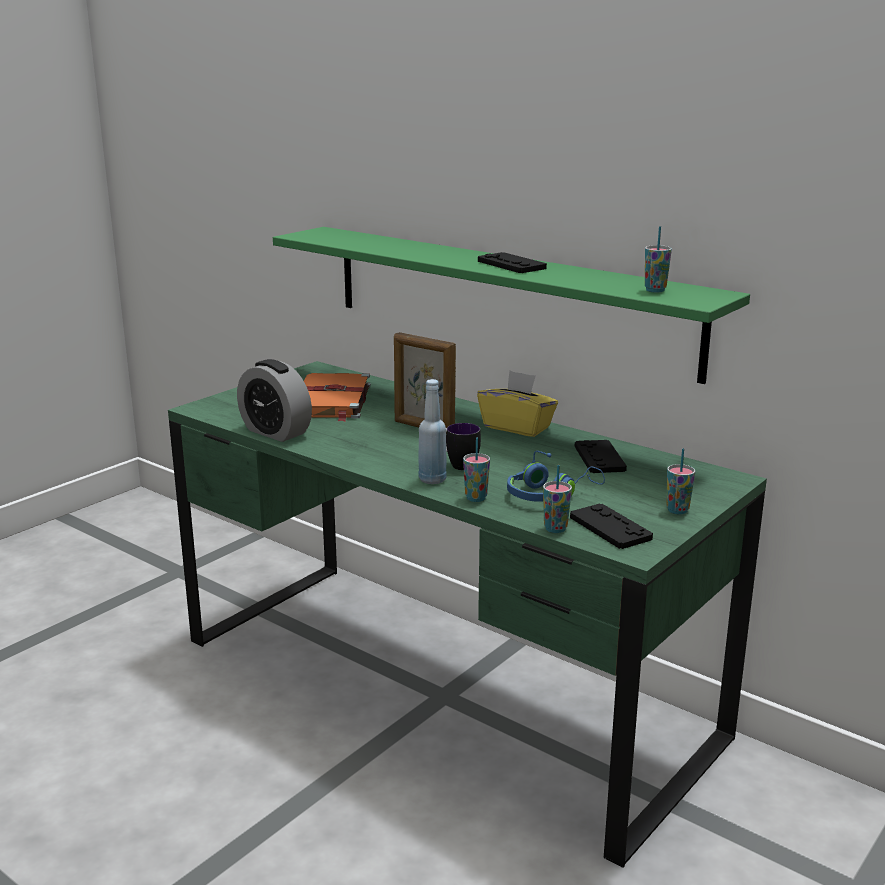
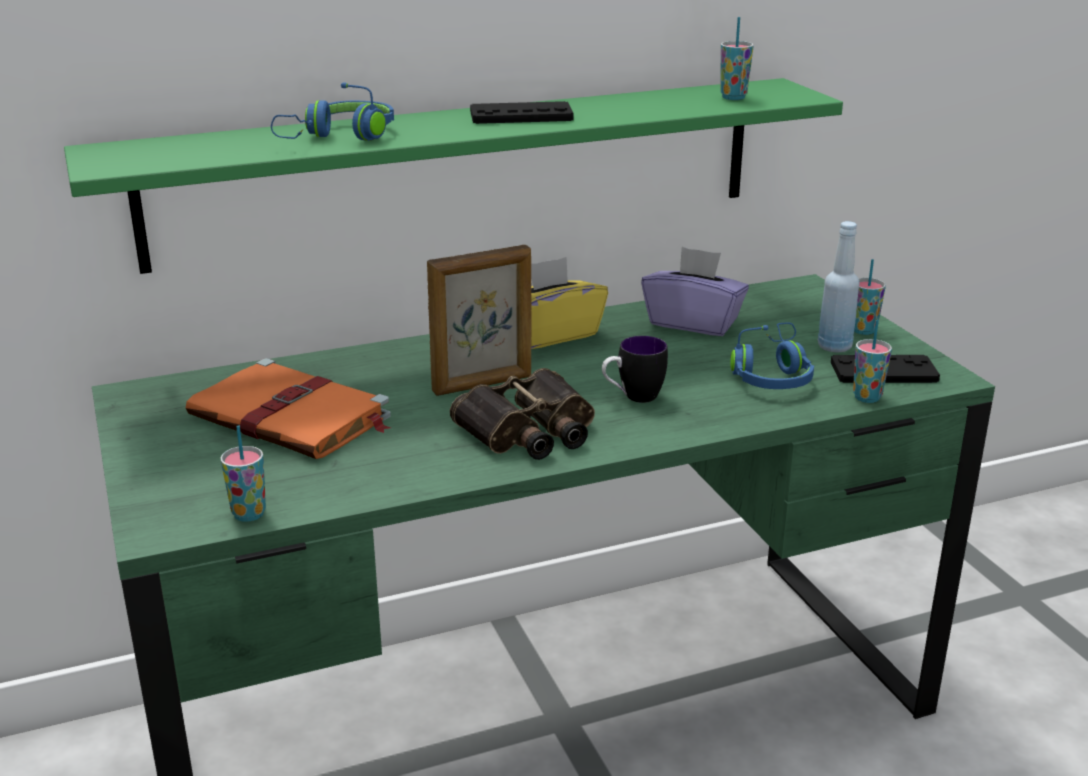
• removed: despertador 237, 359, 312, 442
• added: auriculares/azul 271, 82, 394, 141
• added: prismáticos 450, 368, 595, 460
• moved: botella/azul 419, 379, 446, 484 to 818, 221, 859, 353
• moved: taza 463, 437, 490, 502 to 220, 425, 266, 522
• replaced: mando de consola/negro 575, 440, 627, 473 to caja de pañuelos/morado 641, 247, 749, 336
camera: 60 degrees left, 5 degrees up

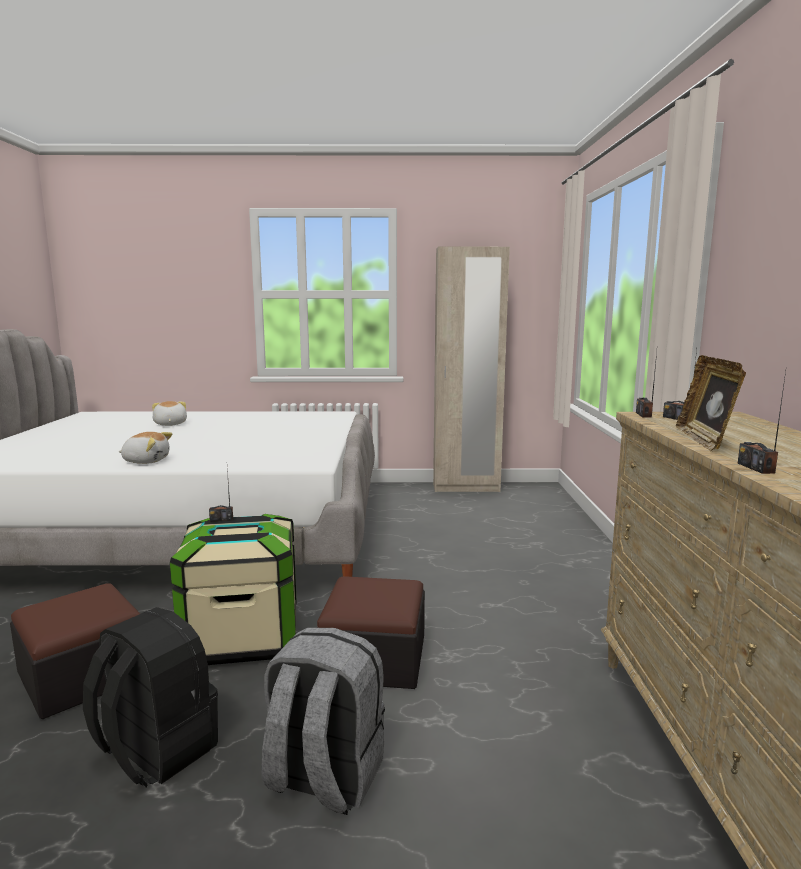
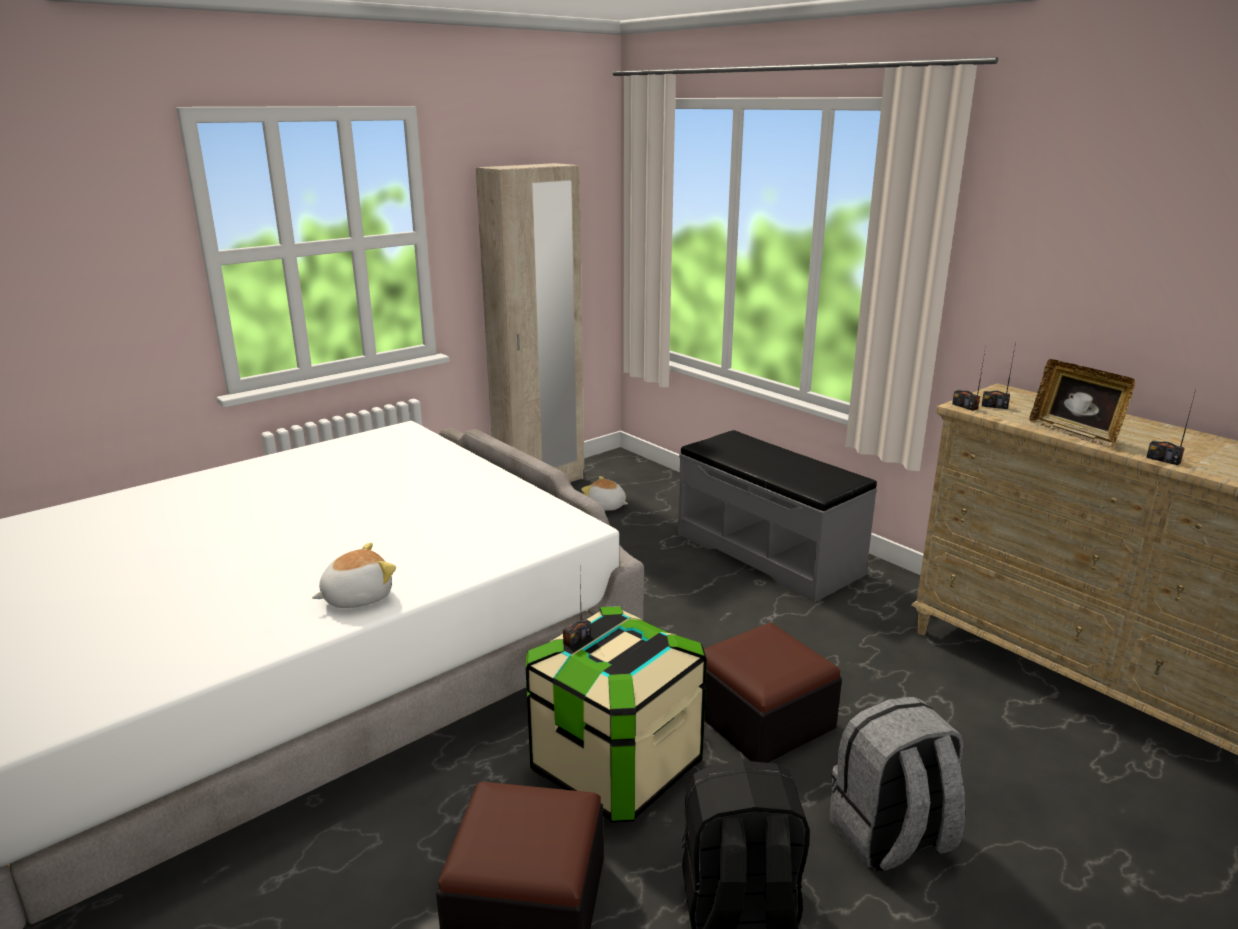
• added: banco/gris 678, 430, 877, 603
• moved: peluche 152, 401, 187, 426 to 581, 476, 628, 511
camera: 40 degrees left, 10 degrees up

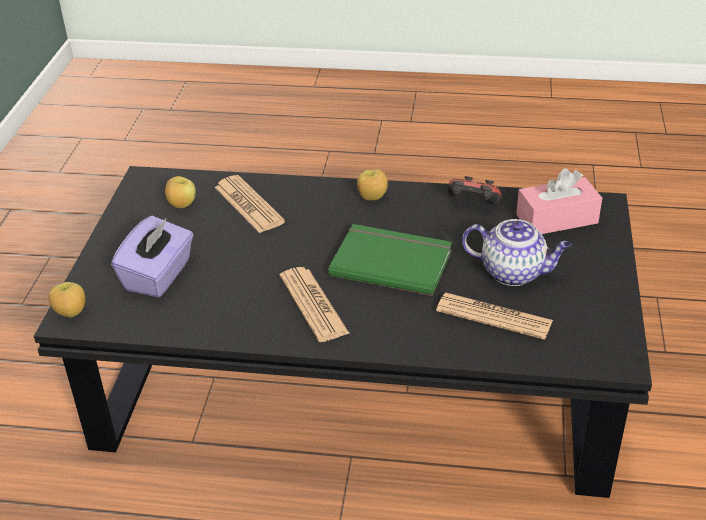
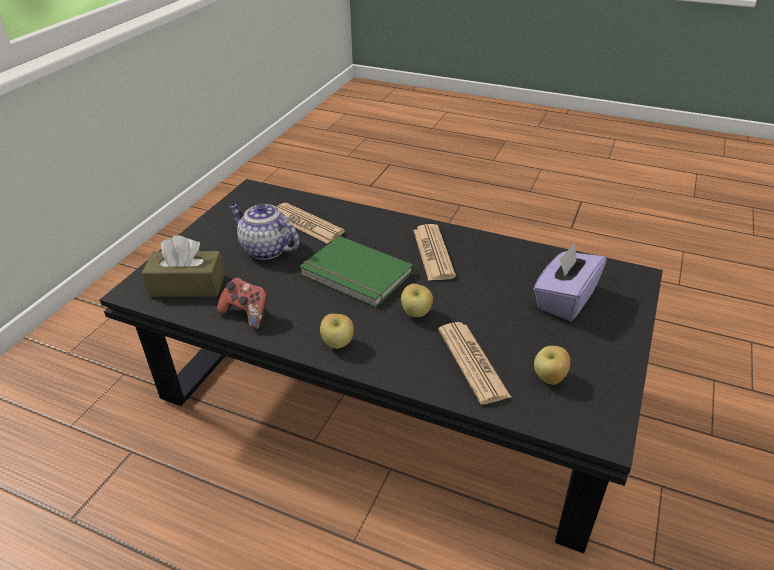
• moved: manzana 48, 282, 85, 317 to 401, 284, 433, 317
• recoloured: caja de pañuelos/rosa 516, 168, 602, 234 to caja de pañuelos/marrón 142, 235, 225, 297
camera: 165 degrees left, 0 degrees up

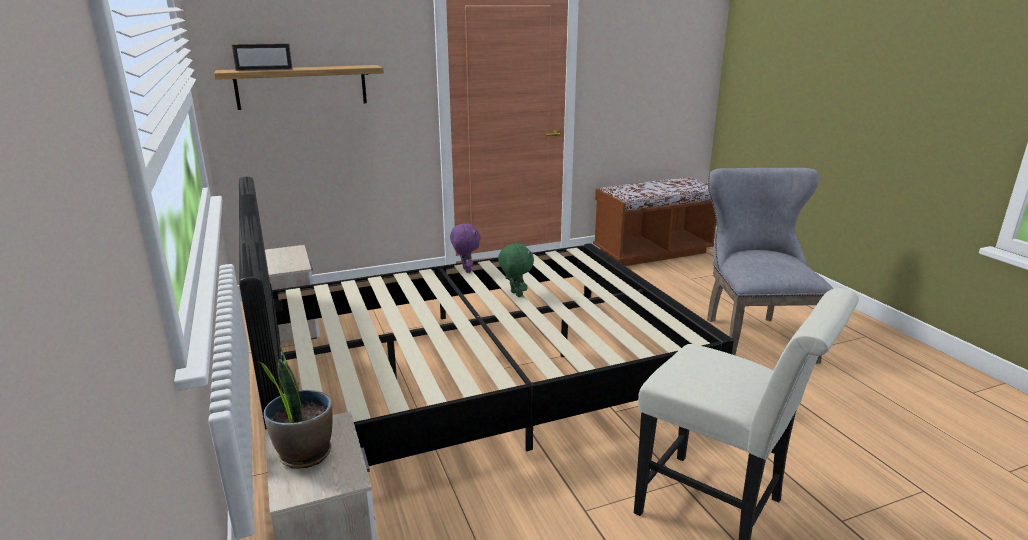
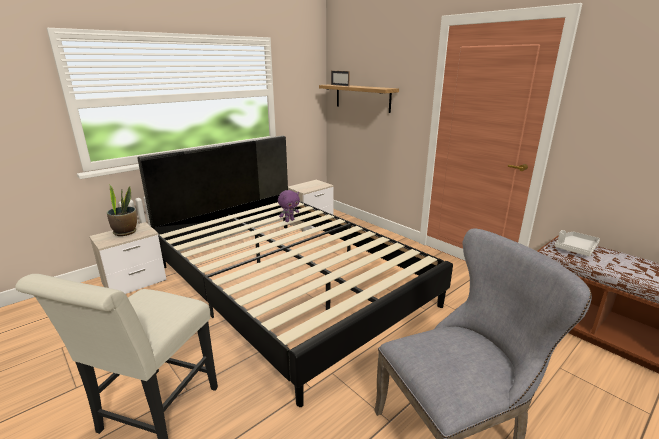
• removed: peluche/verde 498, 242, 534, 297
• added: bandeja/gris 555, 230, 600, 256
• moved: peluche/morado 450, 222, 481, 273 to 278, 190, 300, 222
camera: 70 degrees right, 0 degrees up

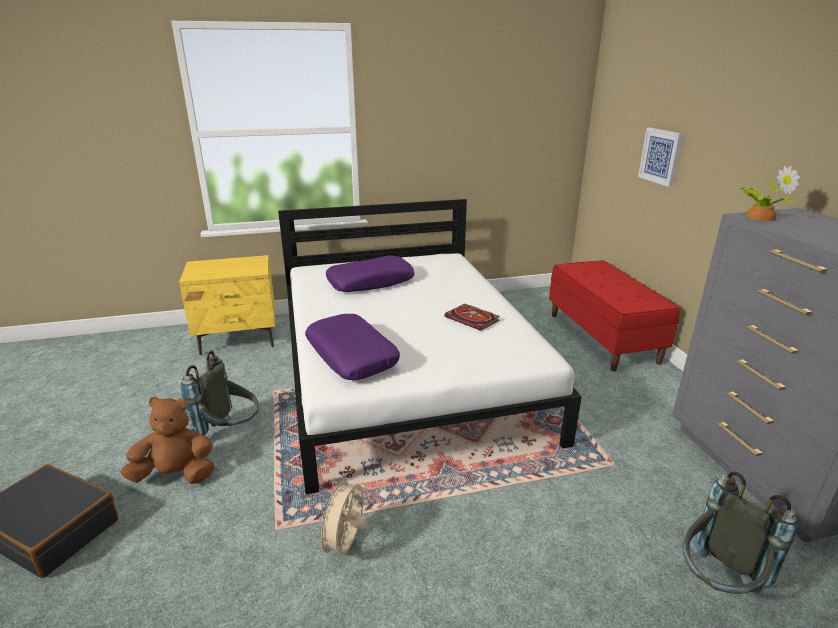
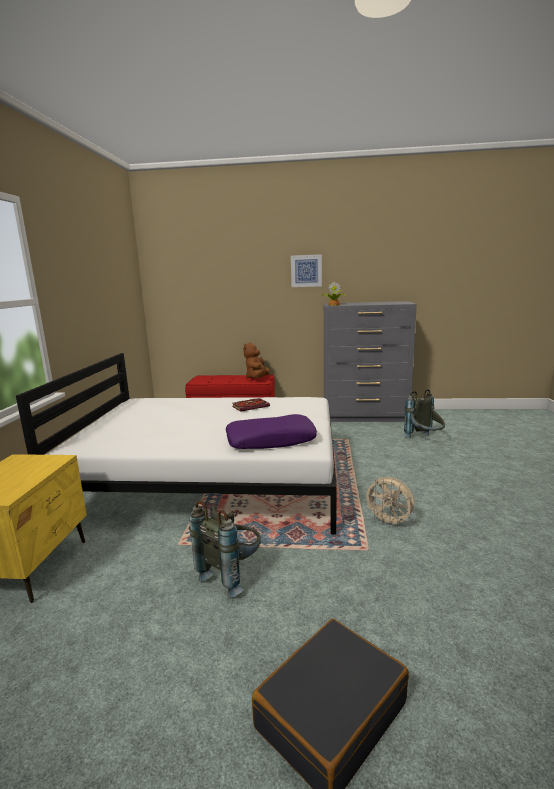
• removed: cojín/morado 326, 255, 414, 292
• moved: peluche/marrón 121, 397, 214, 484 to 243, 342, 270, 379
• moved: cuadro 638, 128, 683, 187 to 291, 254, 322, 287
camera: 70 degrees left, 10 degrees down

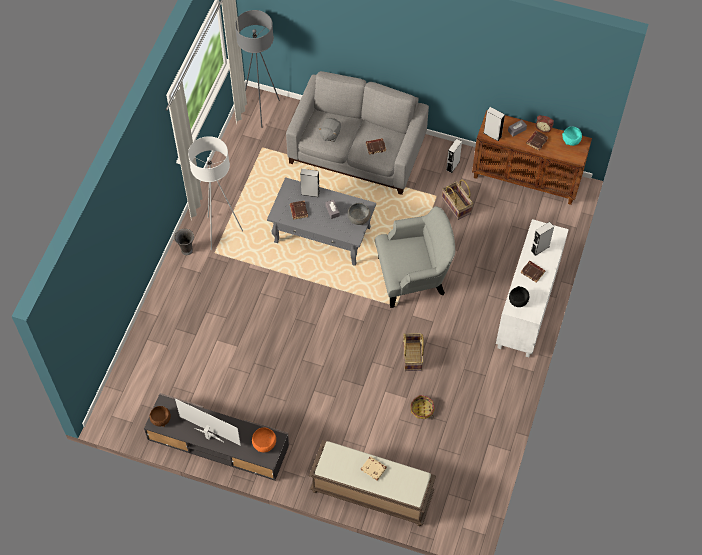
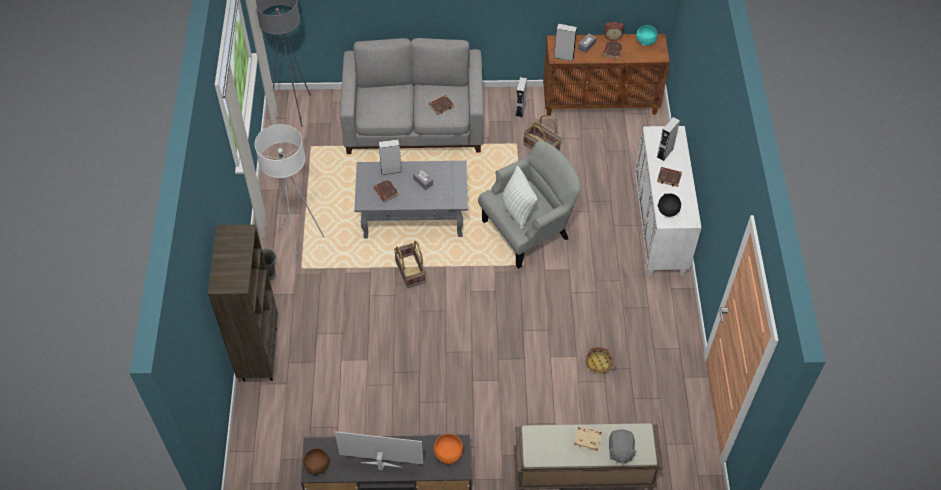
• removed: cuenco/gris 348, 203, 371, 225
• added: estantería/marrón 208, 224, 278, 381
• added: cojín 502, 166, 538, 230
• moved: peluche/gris 318, 118, 341, 142 to 609, 429, 637, 464
• moved: cesta 403, 333, 424, 371 to 394, 241, 425, 288
camera: 20 degrees left, 5 degrees down

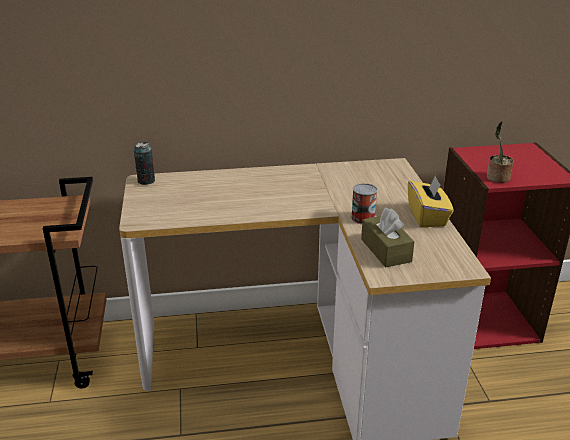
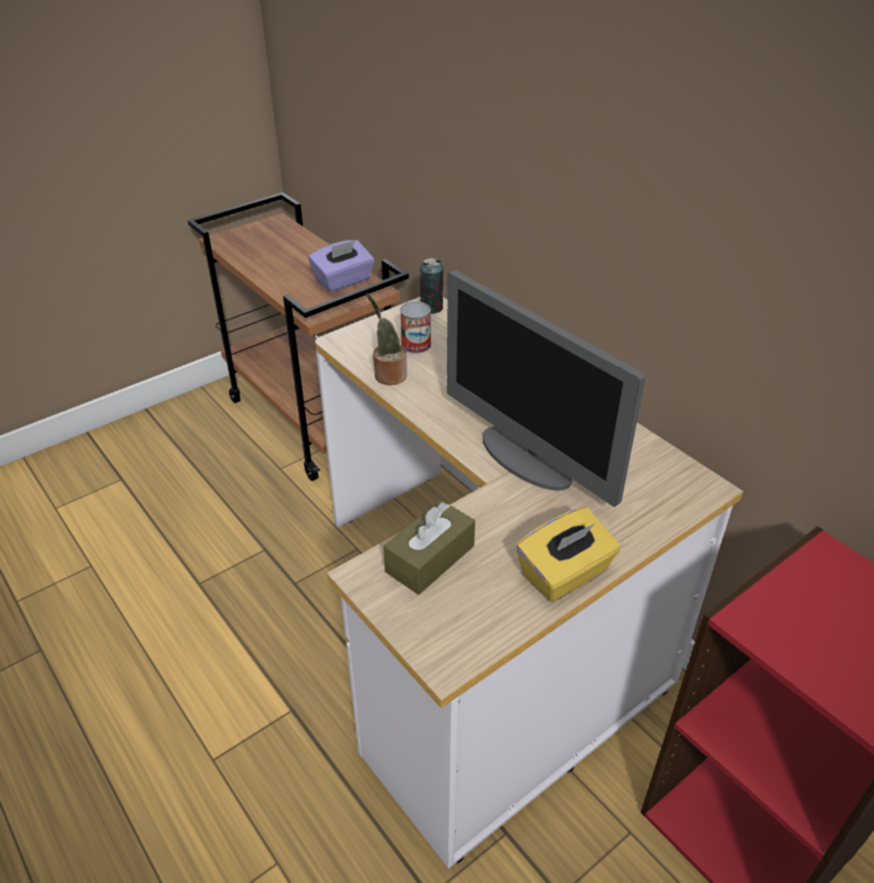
• added: caja de pañuelos/morado 308, 240, 375, 292
• added: monitor 446, 270, 646, 507
• moved: lata 351, 183, 378, 224 to 400, 301, 431, 354
• moved: planta en maceta 487, 121, 514, 183 to 366, 293, 407, 385
camera: 60 degrees right, 10 degrees up

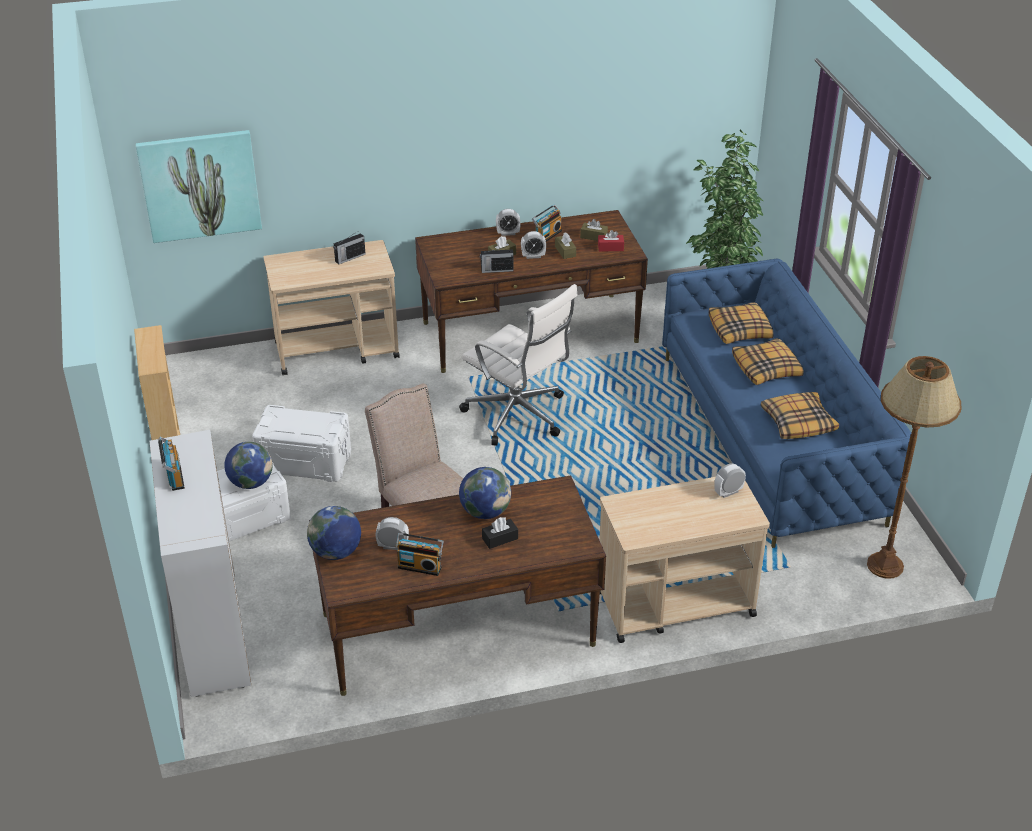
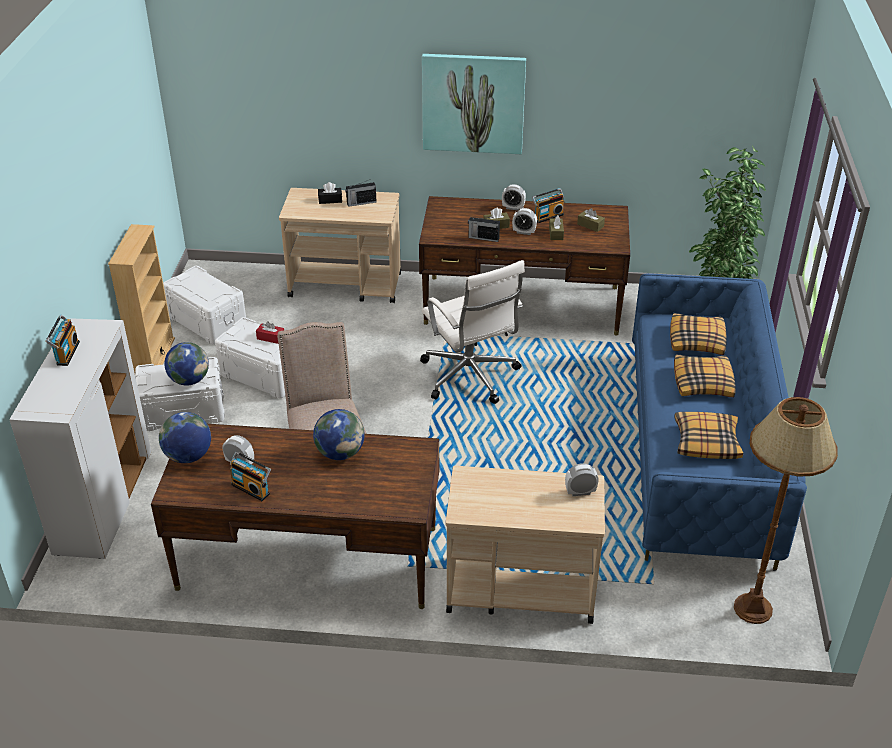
• added: caja de almacenaje/blanco 163, 266, 246, 345
• moved: cuadro 136, 130, 262, 243 to 422, 54, 526, 154
• moved: caja de pañuelos/negro 482, 517, 518, 549 to 318, 182, 342, 204
• moved: caja de pañuelos/rojo 598, 230, 624, 252 to 256, 321, 284, 344
camera: 20 degrees right, 0 degrees up

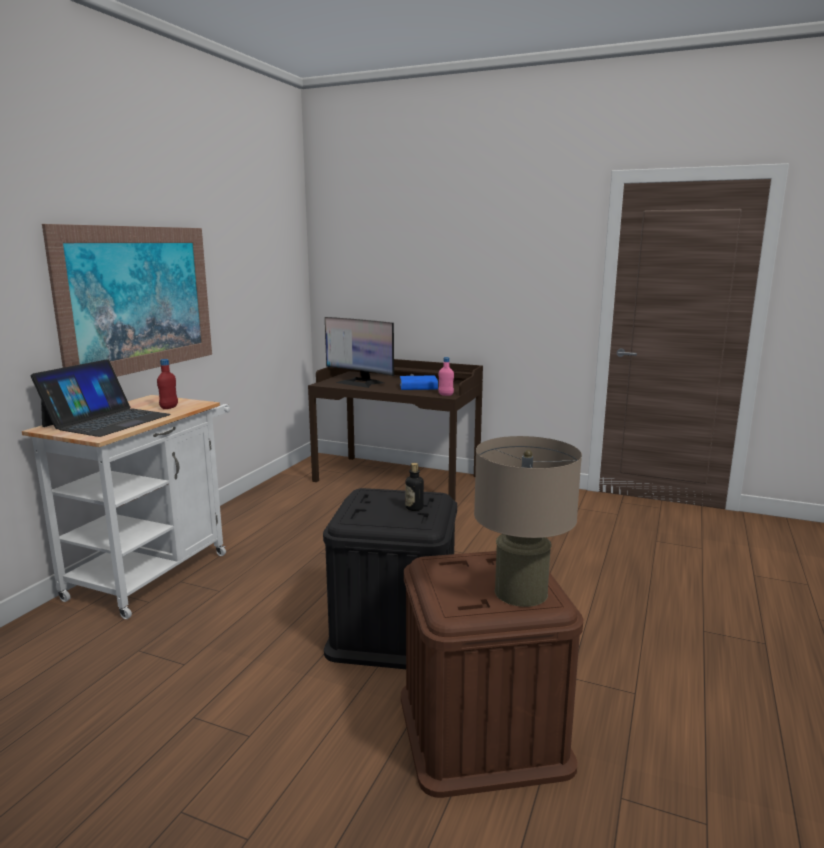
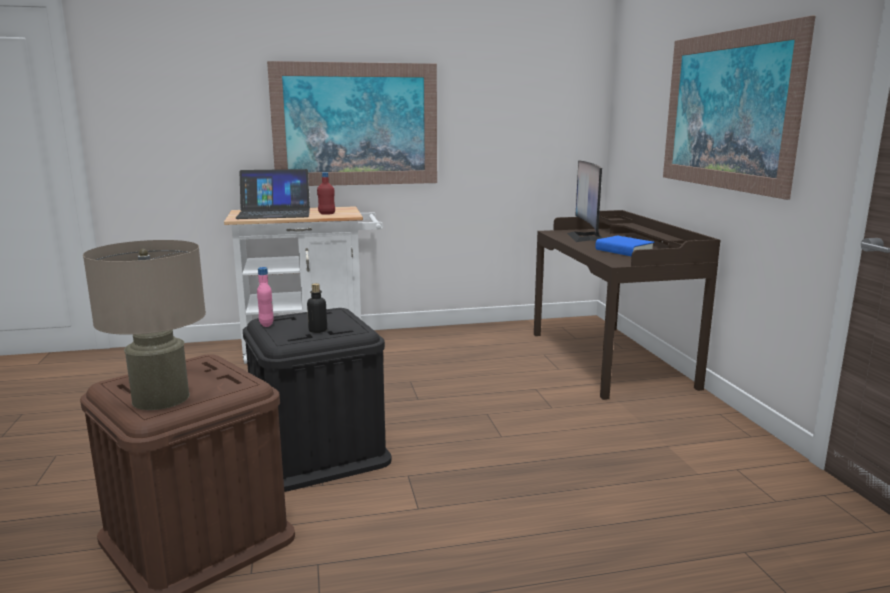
• added: cuadro 663, 16, 815, 200
• moved: botella/rosa 438, 357, 454, 396 to 257, 267, 274, 327
camera: 55 degrees right, 0 degrees up

